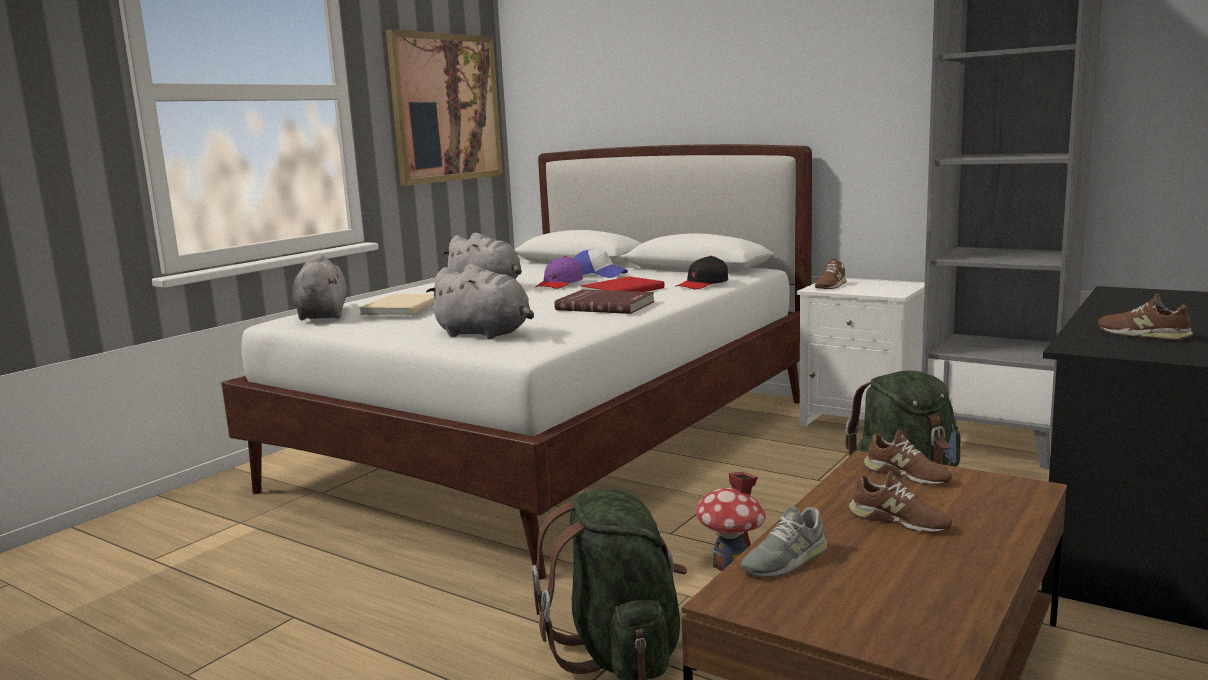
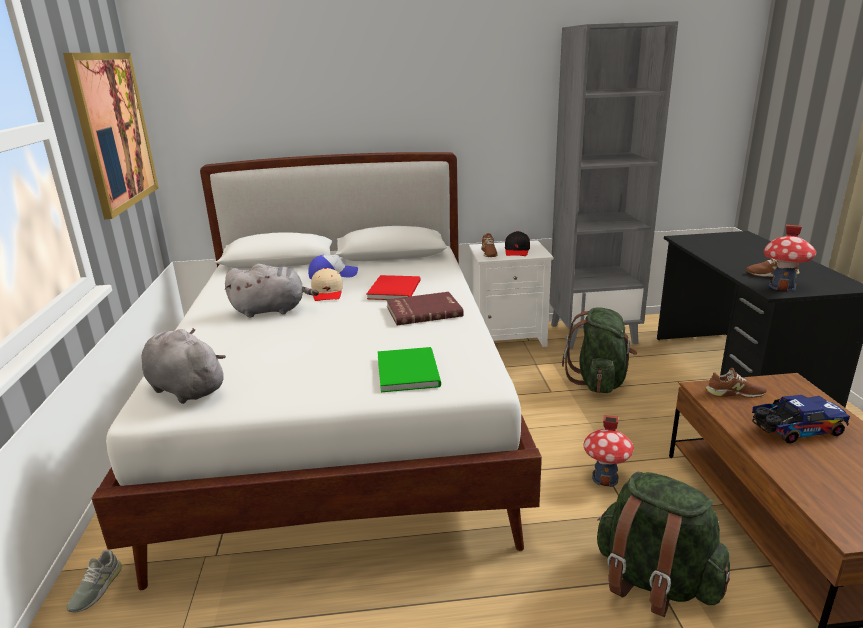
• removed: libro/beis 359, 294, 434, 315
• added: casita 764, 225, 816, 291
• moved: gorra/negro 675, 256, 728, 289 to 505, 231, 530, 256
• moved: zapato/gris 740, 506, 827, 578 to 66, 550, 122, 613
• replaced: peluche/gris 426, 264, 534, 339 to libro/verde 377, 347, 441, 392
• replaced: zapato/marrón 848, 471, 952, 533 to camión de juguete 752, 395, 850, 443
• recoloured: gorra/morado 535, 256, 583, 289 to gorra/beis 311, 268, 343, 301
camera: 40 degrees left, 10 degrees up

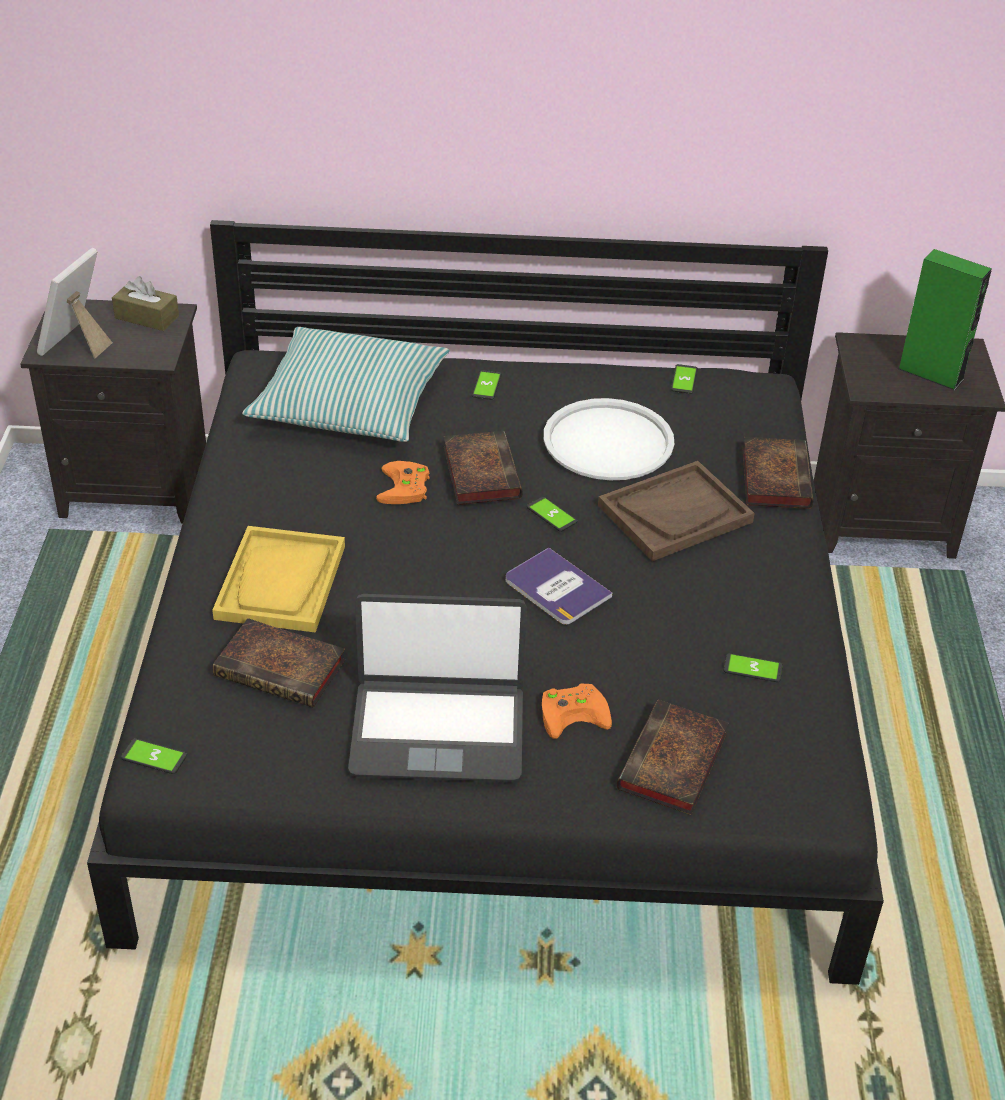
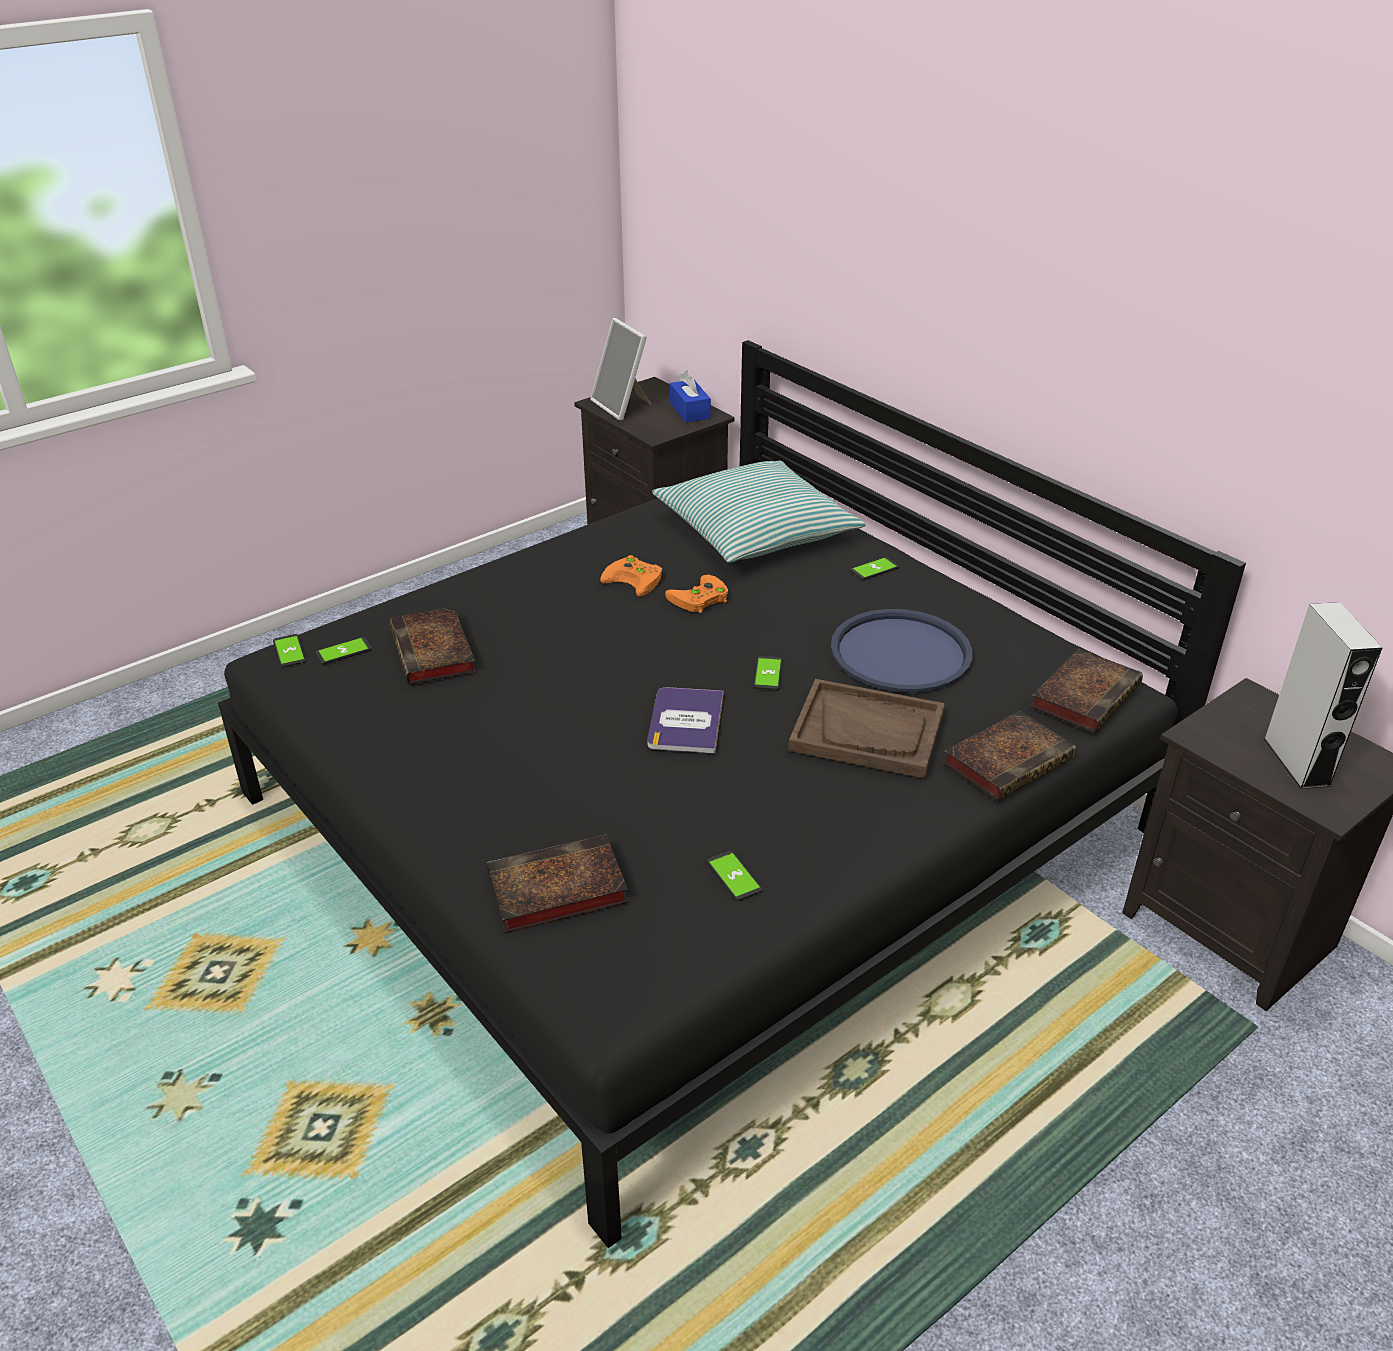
• removed: bandeja/amarillo 212, 526, 345, 633
• removed: portátil 348, 594, 527, 782
• moved: libro 444, 431, 523, 505 to 1030, 649, 1143, 733
• moved: mando de consola/naranja 542, 684, 612, 739 to 600, 555, 662, 597
• moved: móvil 671, 364, 698, 394 to 315, 637, 372, 664
• recoloured: caja de pañuelos/marrón 112, 276, 179, 331 to caja de pañuelos/azul 670, 370, 711, 422
• recoloured: bandeja/blanco 544, 398, 674, 480 to bandeja/azul 831, 609, 973, 693
• recoloured: altavoz/verde 898, 249, 992, 390 to altavoz/gris 1263, 602, 1383, 789
• turned: portarretratos 37, 248, 112, 359 = 590, 318, 652, 421 105 degrees counterclockwise
camera: 50 degrees right, 5 degrees down

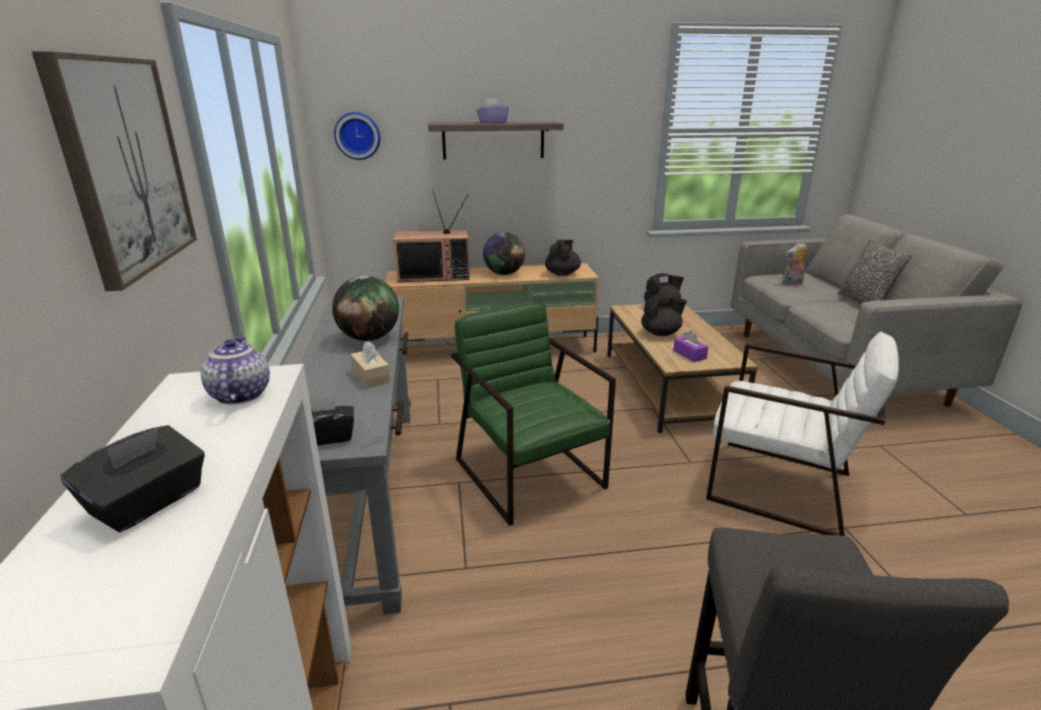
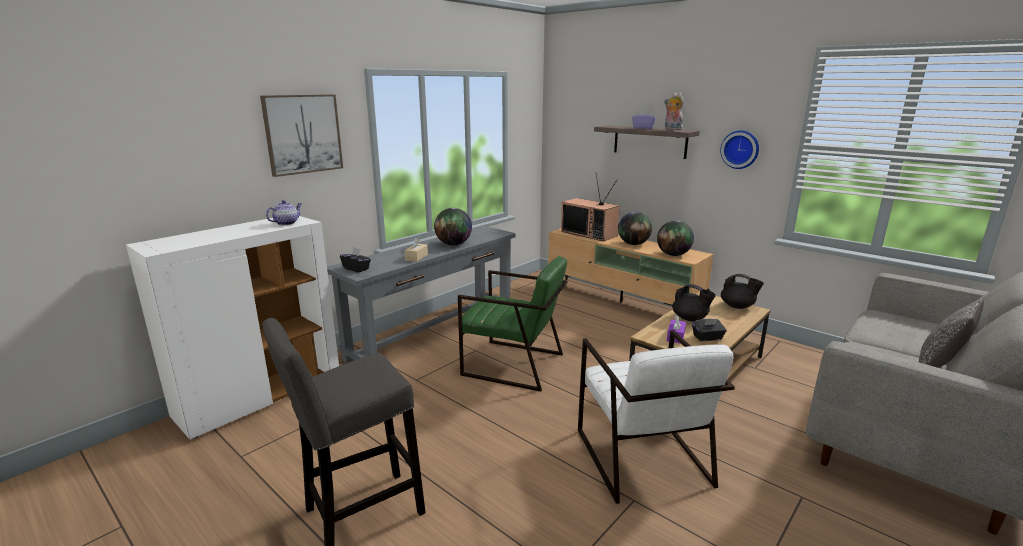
• moved: caja de pañuelos/negro 61, 425, 205, 532 to 692, 319, 727, 341
• moved: reloj de pared 334, 112, 380, 160 to 720, 130, 759, 169
• moved: peluche 782, 243, 807, 286 to 664, 92, 684, 130
• replaced: tetera/negro 545, 240, 581, 276 to globo terráqueo 657, 221, 694, 256
• turned: sillón/verde 451, 303, 616, 526 = 458, 256, 568, 392 90 degrees clockwise
camera: 50 degrees right, 5 degrees down

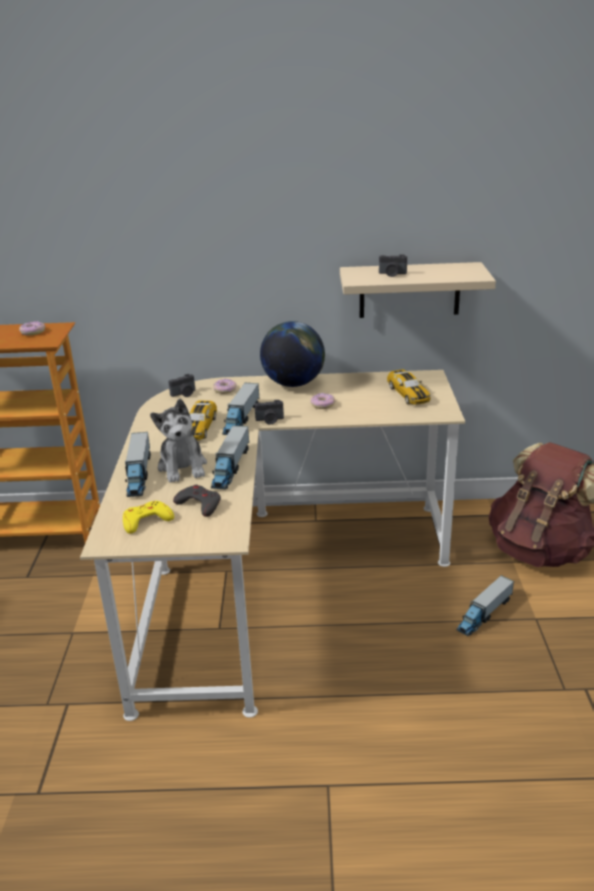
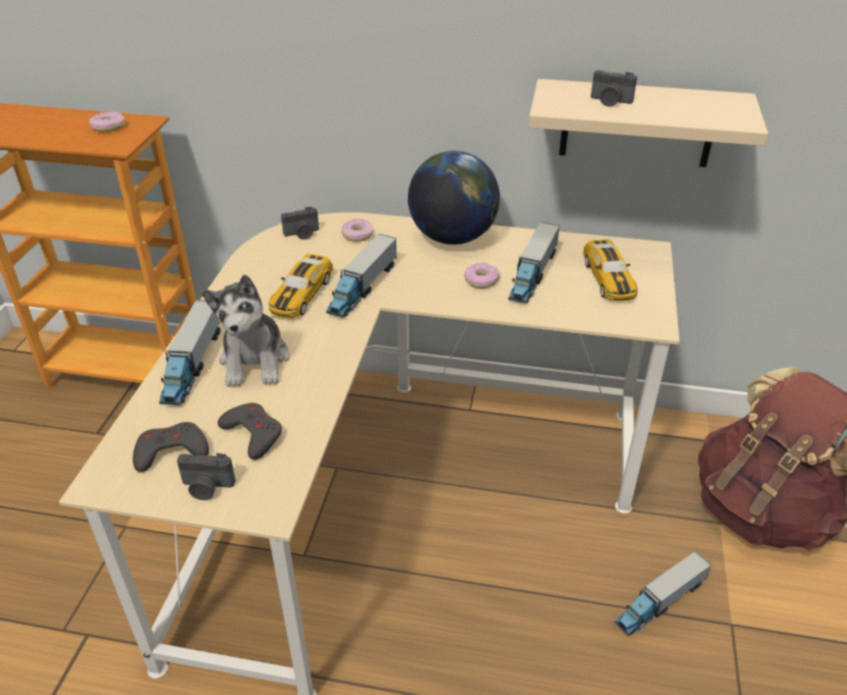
• moved: camión de juguete 211, 425, 249, 490 to 508, 222, 560, 304
• moved: cámara 255, 400, 284, 425 to 177, 453, 236, 500
• recoloured: mando de consola/amarillo 123, 501, 174, 534 to mando de consola/gris 133, 422, 209, 472
camera: 10 degrees right, 10 degrees up

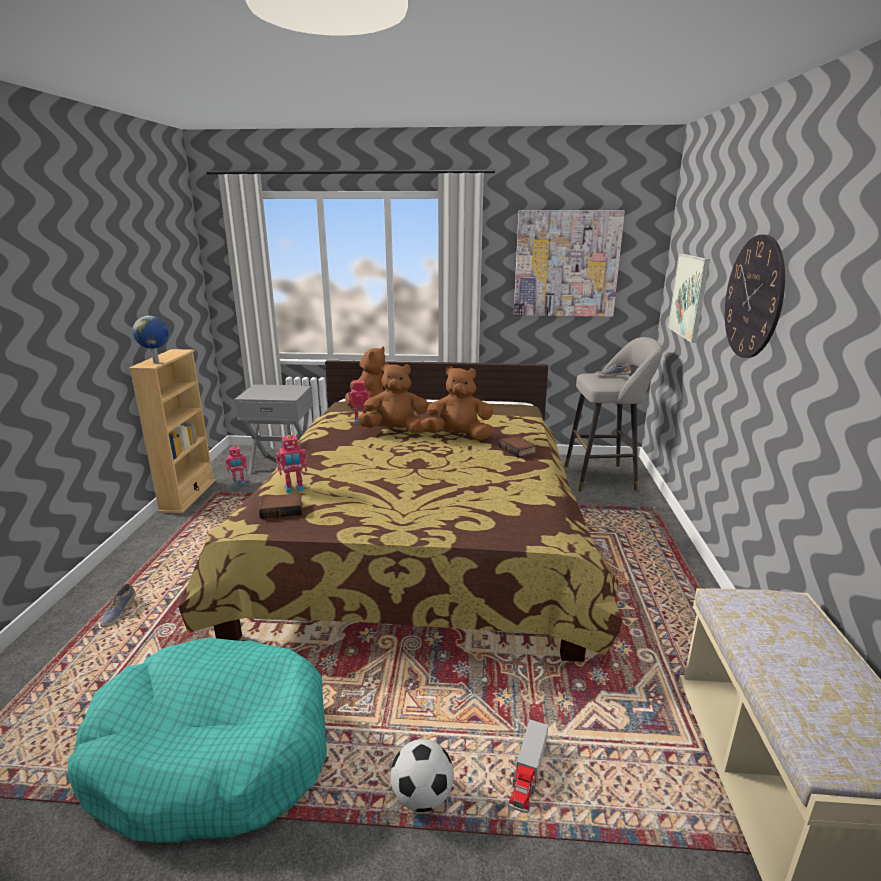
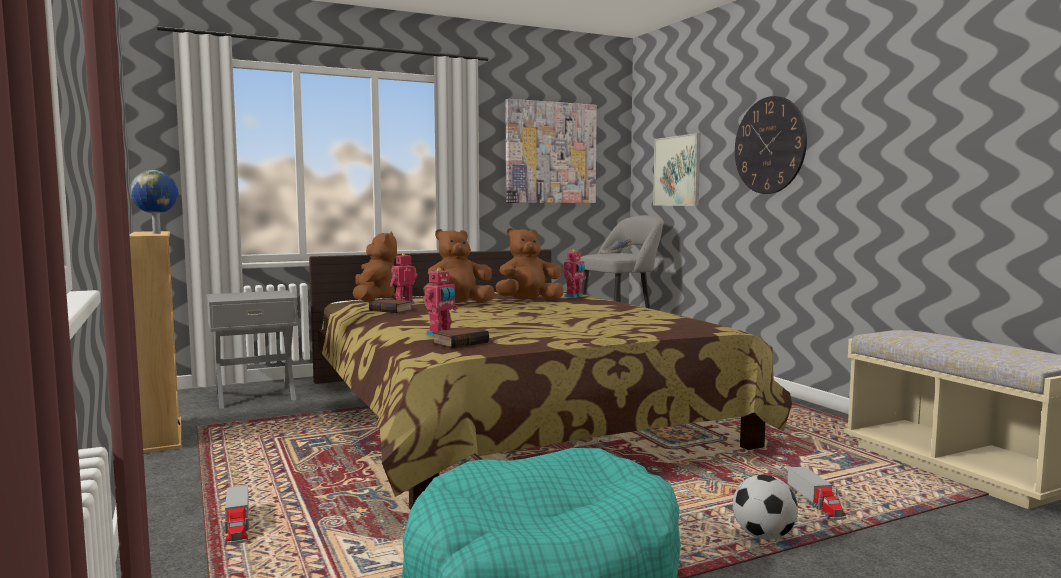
• moved: robot de juguete 225, 446, 247, 485 to 563, 249, 586, 298
• moved: libro 498, 436, 537, 458 to 369, 299, 413, 313
• replaced: zapato 100, 583, 136, 628 to camión de juguete 224, 485, 249, 545
camera: 30 degrees left, 15 degrees down

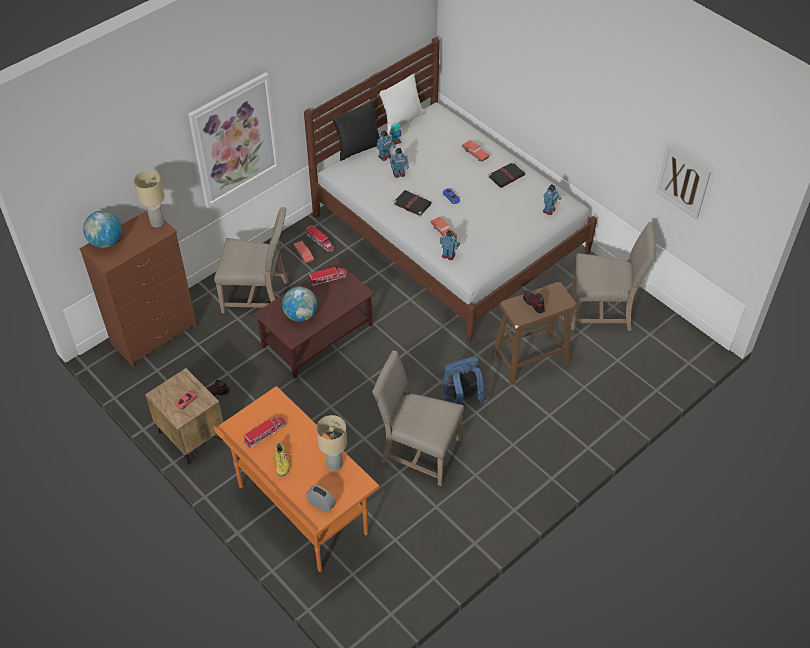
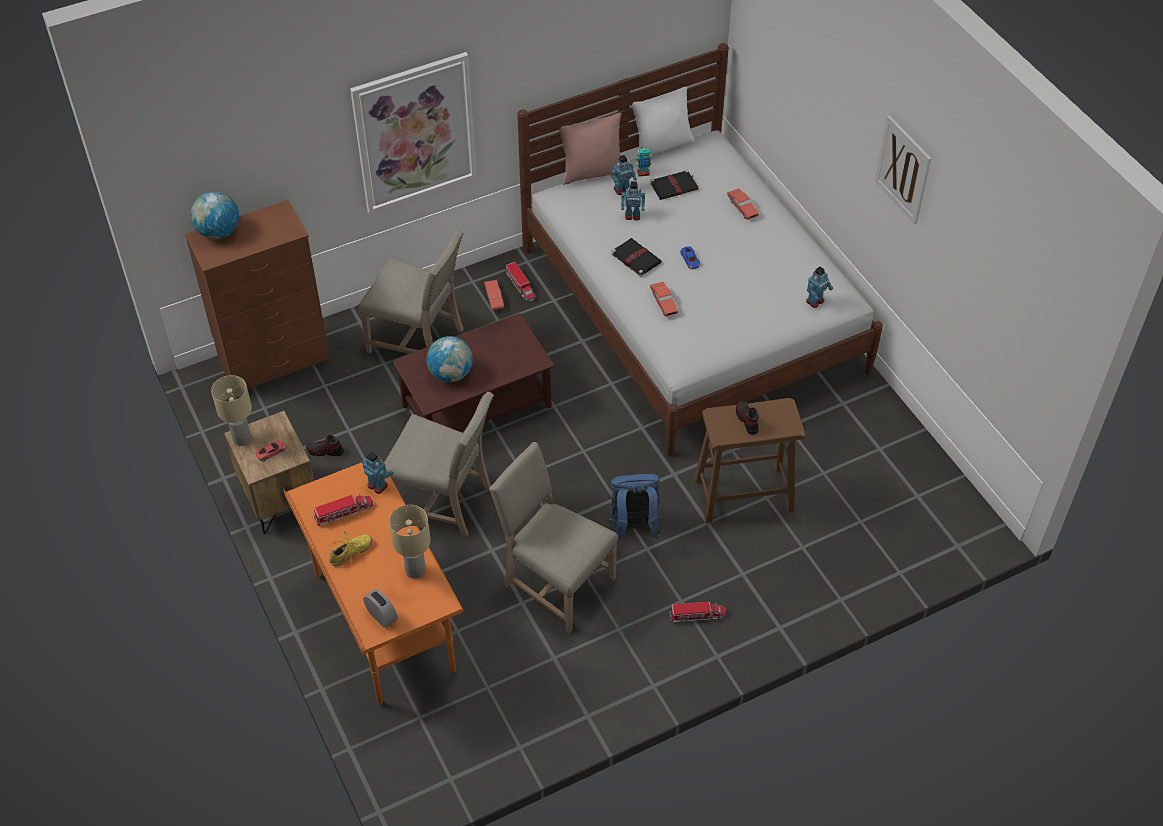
• moved: lámpara de mesa/beis 134, 170, 165, 227 to 211, 375, 252, 446
• moved: camión de juguete 308, 267, 348, 286 to 669, 601, 726, 622
• moved: robot de juguete 440, 230, 460, 260 to 362, 452, 394, 494
• moved: libro/negro 488, 162, 525, 188 to 650, 170, 698, 200
• moved: silla/beis 571, 222, 656, 331 to 384, 392, 494, 537
• moved: cuadro 656, 144, 711, 220 to 875, 115, 932, 224
• recoloured: cojín/negro 333, 100, 380, 161 to cojín/rosa 559, 113, 621, 185
• turned: zapato/amarillo 269, 441, 293, 477 = 329, 531, 373, 566 135 degrees counterclockwise
camera: 15 degrees right, 0 degrees up

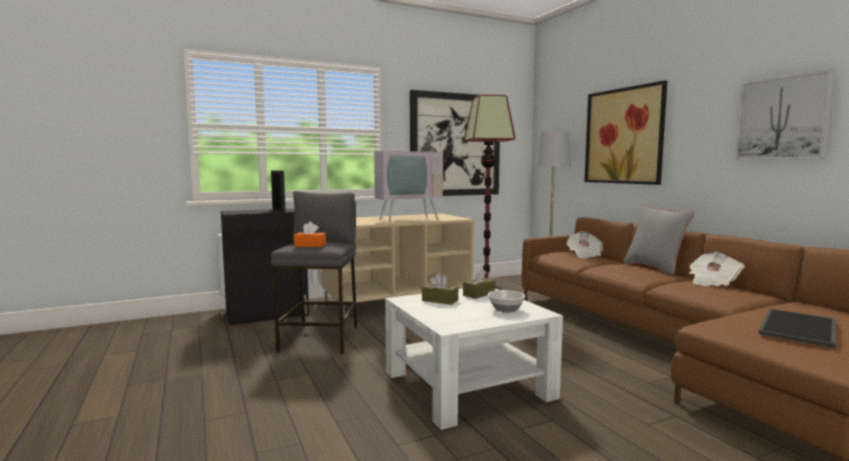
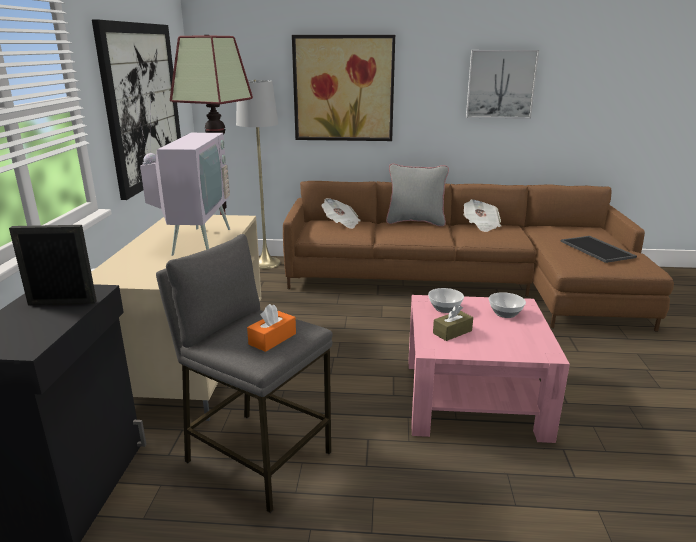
• replaced: caja de pañuelos/marrón 463, 269, 495, 299 to cuenco 428, 288, 464, 313
• recoloured: mesa de centro/blanco 385, 289, 563, 430 to mesa de centro/rosa 408, 295, 570, 443
camera: 60 degrees left, 15 degrees up

